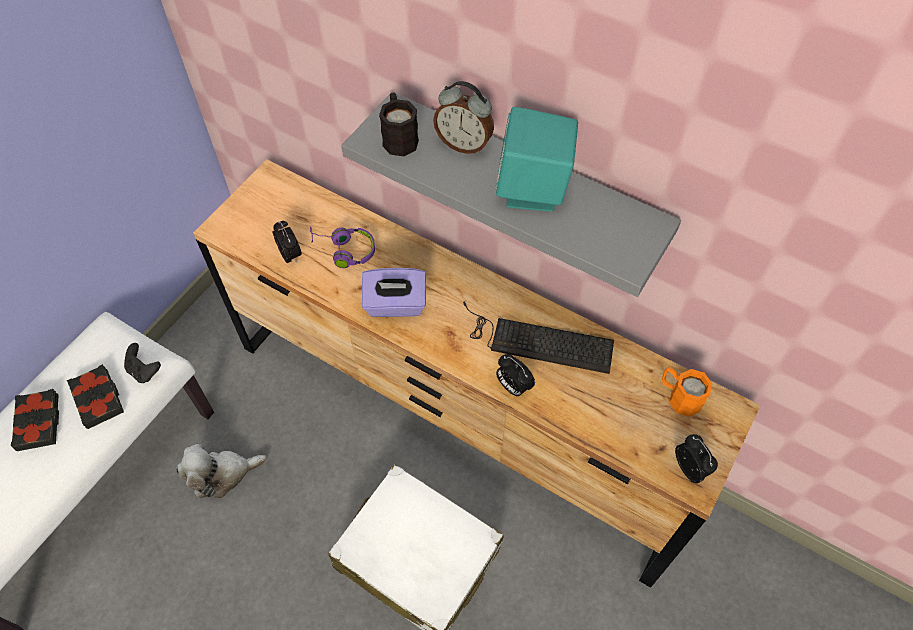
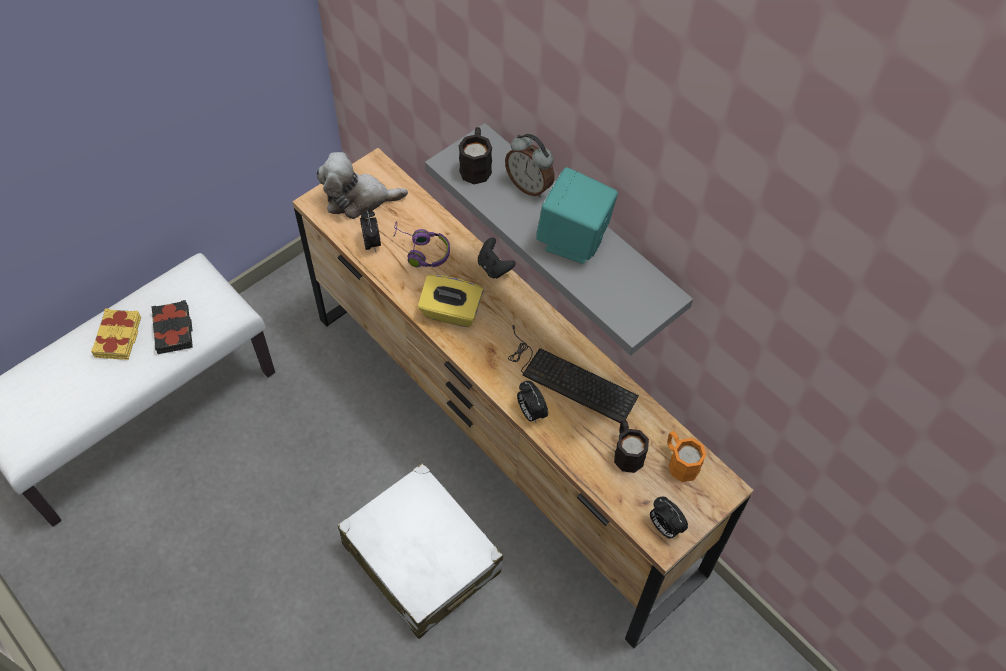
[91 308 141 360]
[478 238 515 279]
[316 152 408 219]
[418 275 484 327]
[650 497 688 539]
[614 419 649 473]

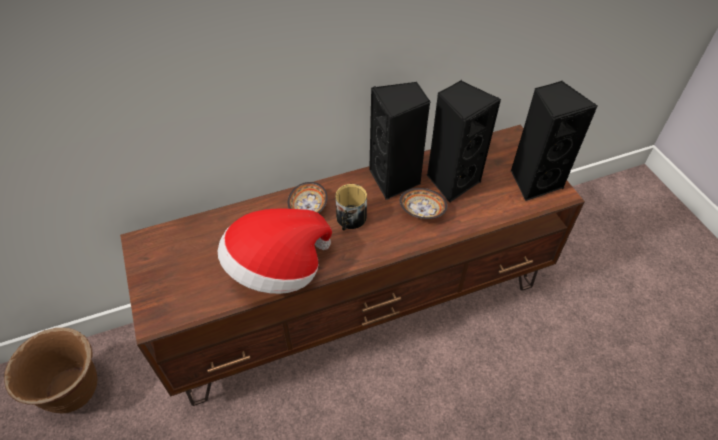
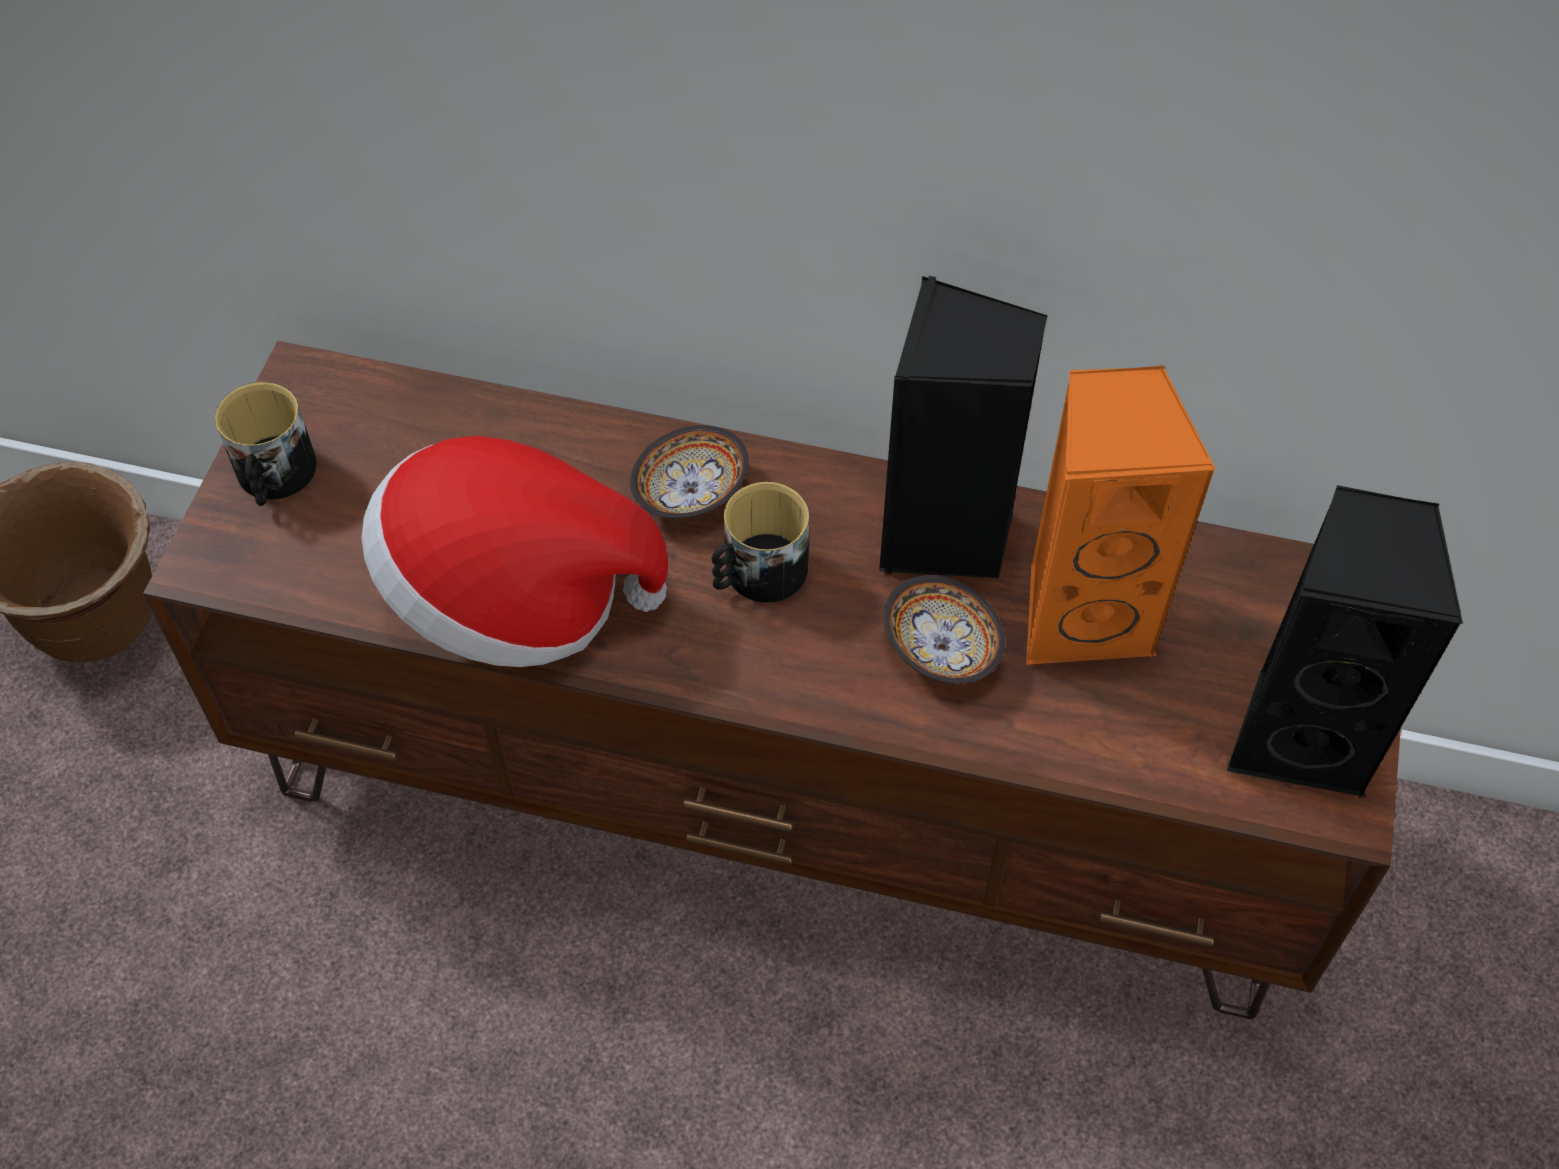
[1026 365 1216 665]
[215 382 317 506]

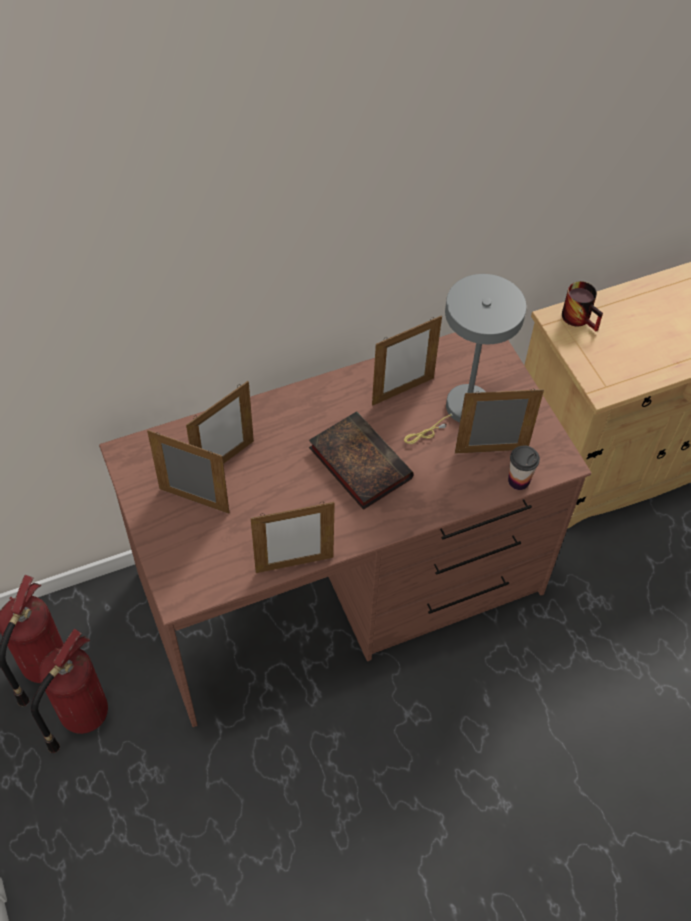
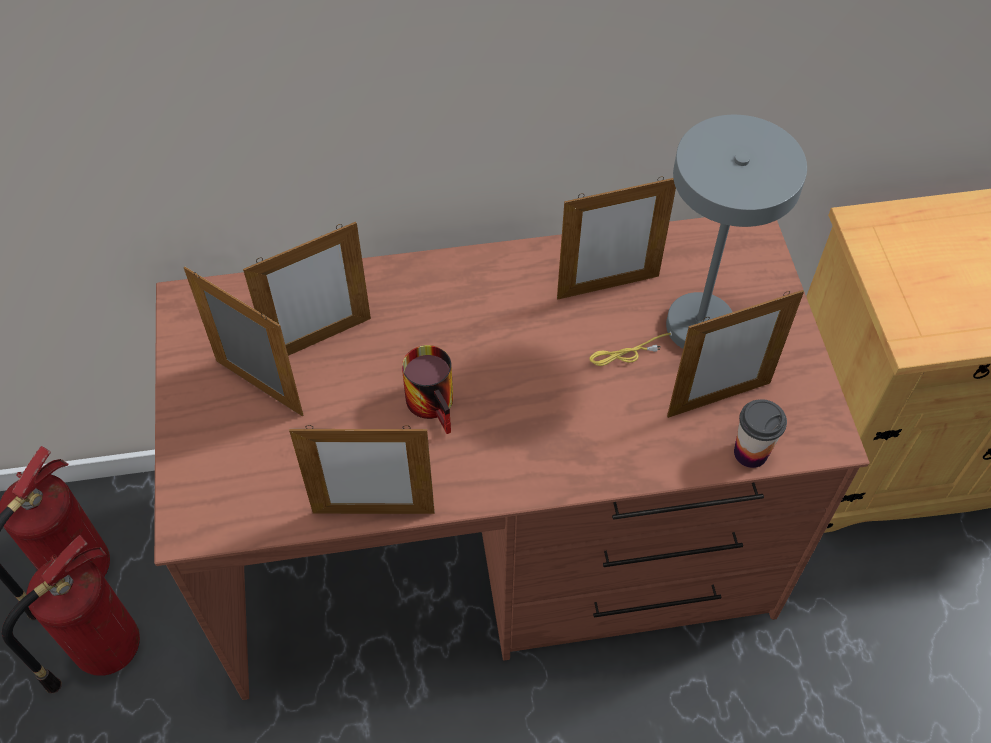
[309 411 414 510] (first image)
[667 290 804 418]
[402 345 453 434]

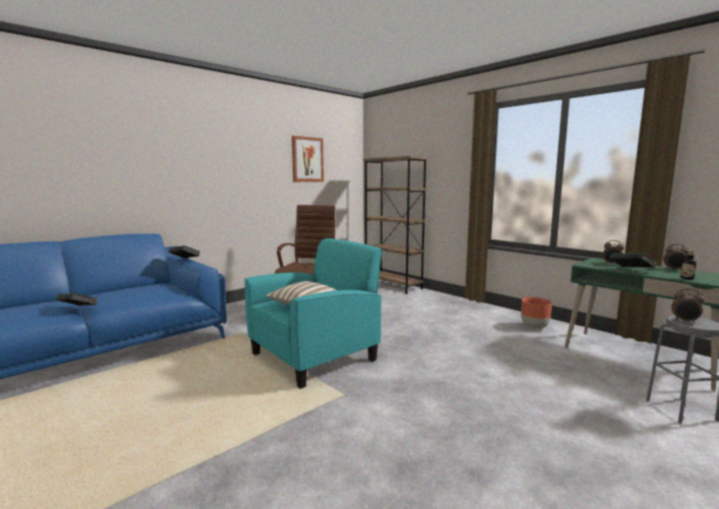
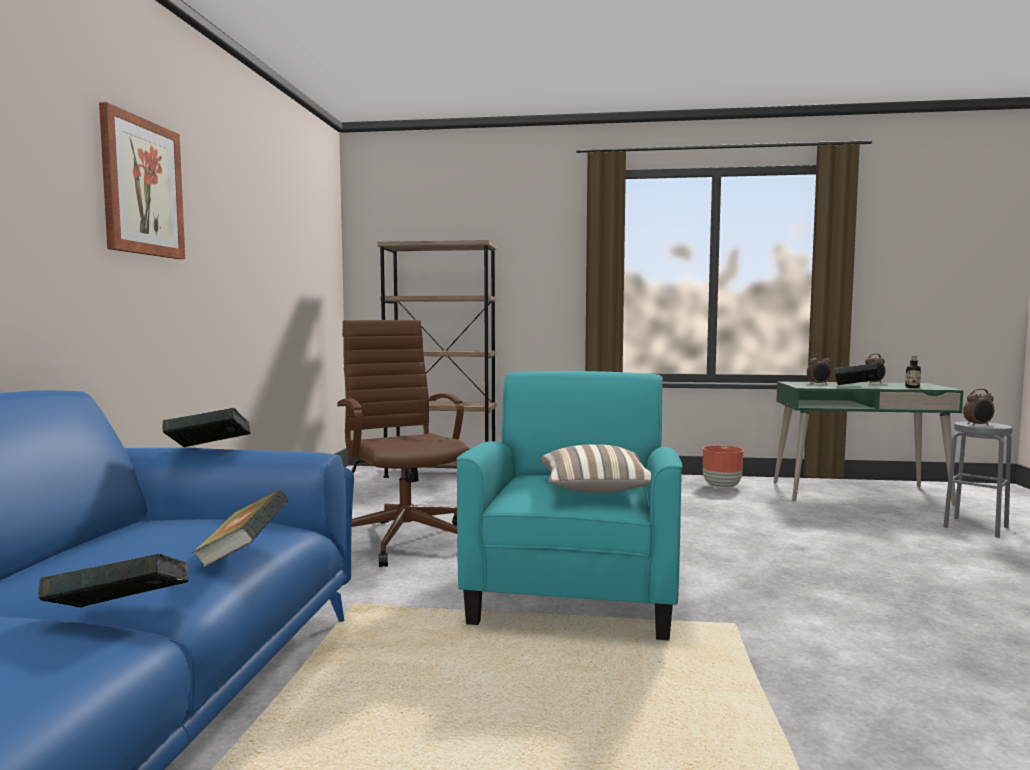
[99 102 185 259]
[192 490 288 568]

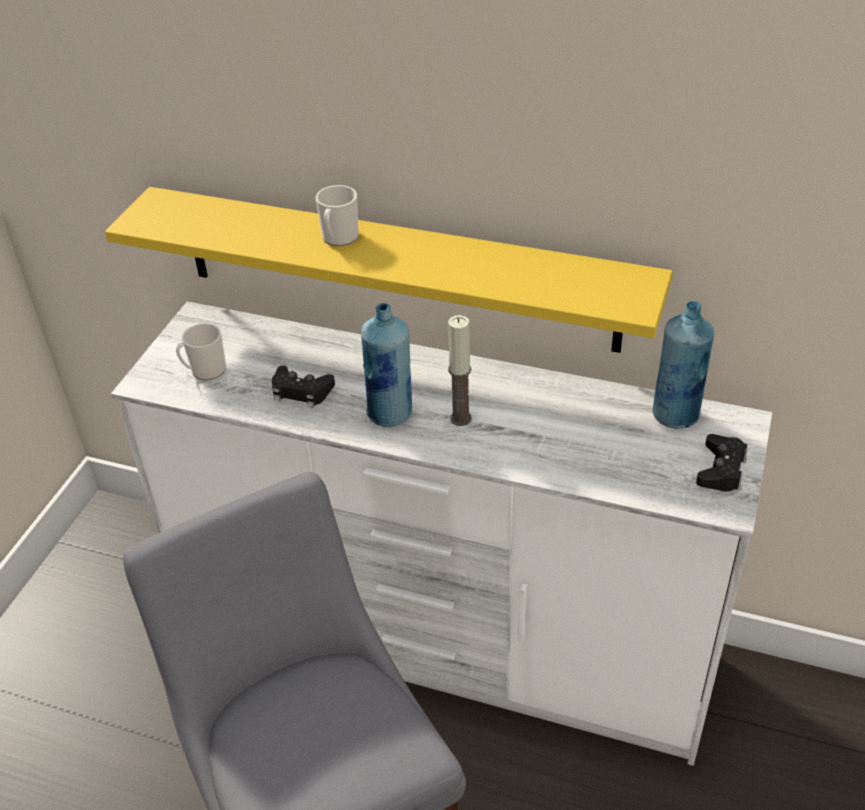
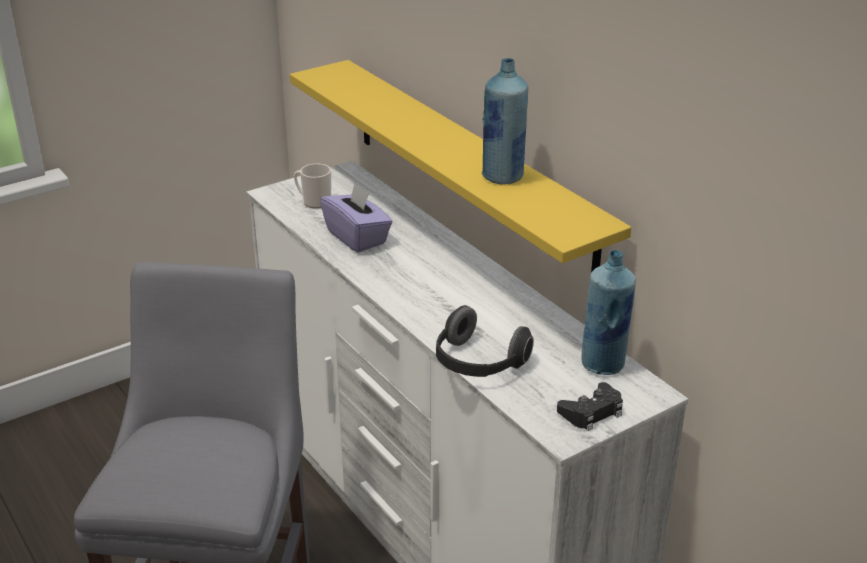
[320 183 392 253]
[316 185 359 246] (first image)
[482 58 528 184]
[448 315 472 426] (first image)
[436 305 534 377]

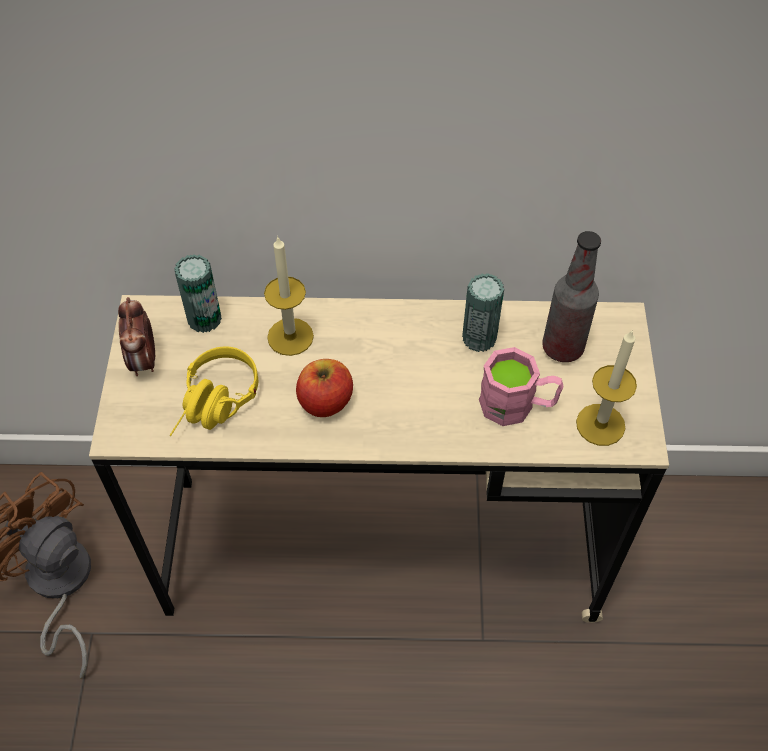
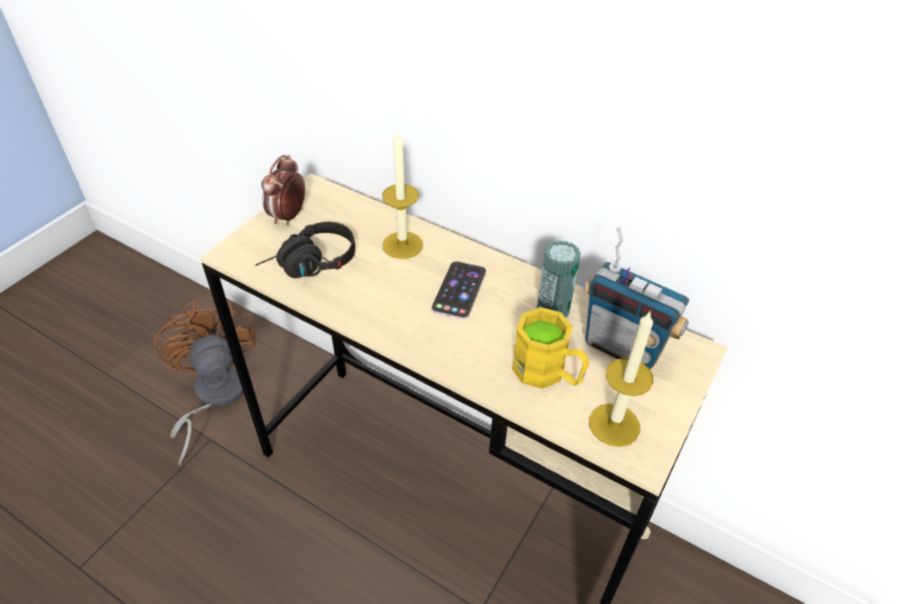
[255 222 355 278]
[174 254 222 333] (first image)
[296 359 353 417] (first image)
[512 307 589 389]
[584 227 689 369]
[431 261 486 320]

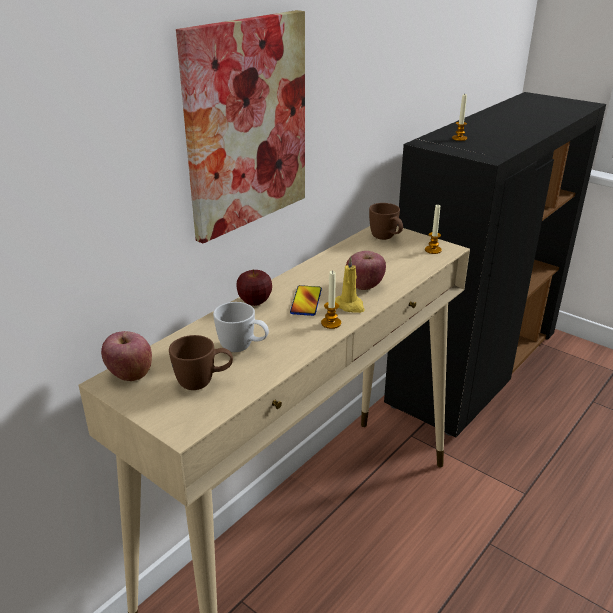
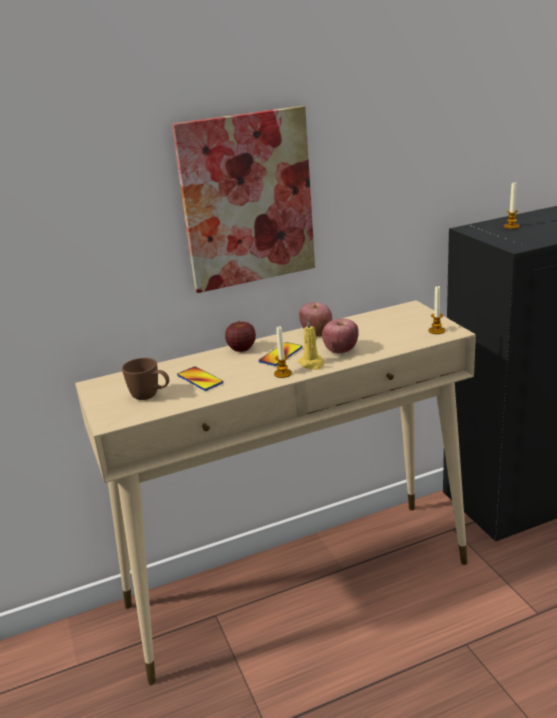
[299 302 332 337]
[177 367 223 391]
[369 203 403 240] (first image)

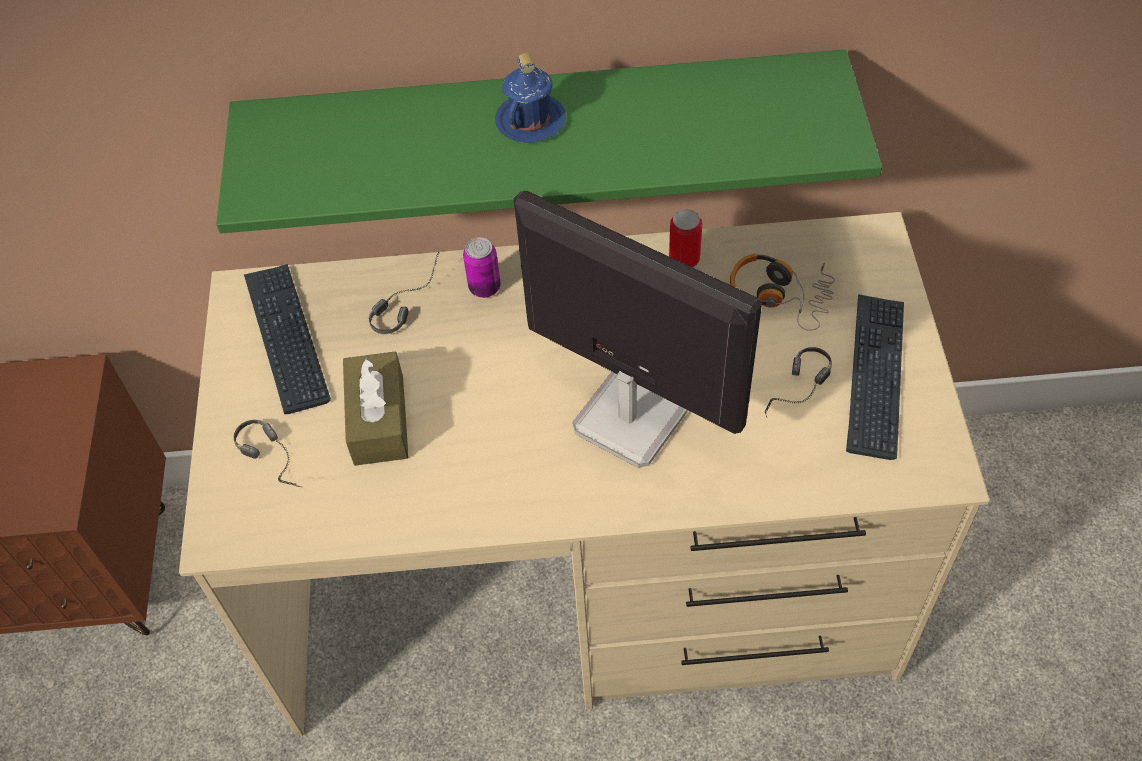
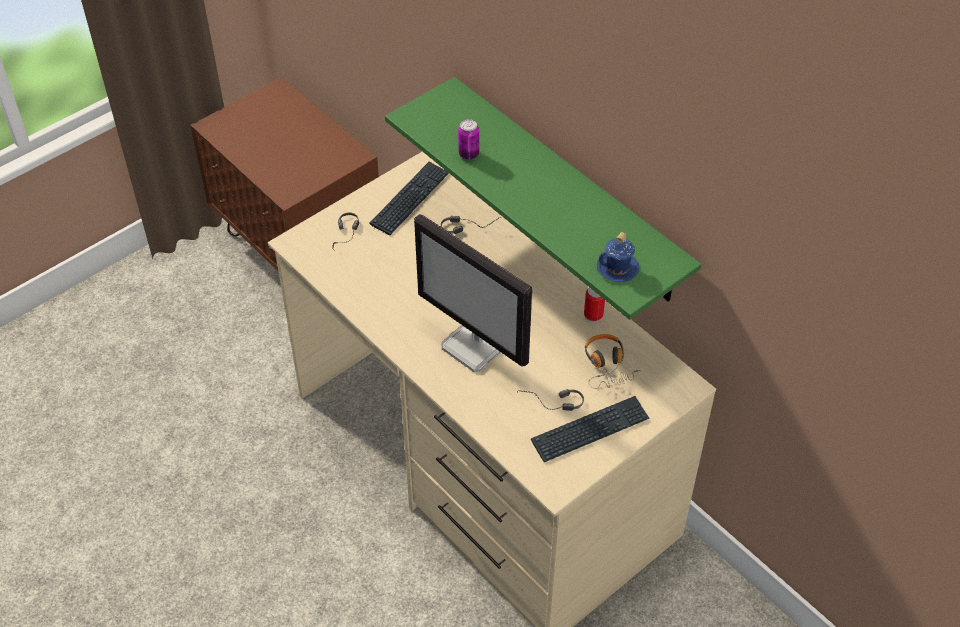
[343 351 409 466] (first image)
[458 119 479 160]
[597 232 639 282]
[414 214 532 372]

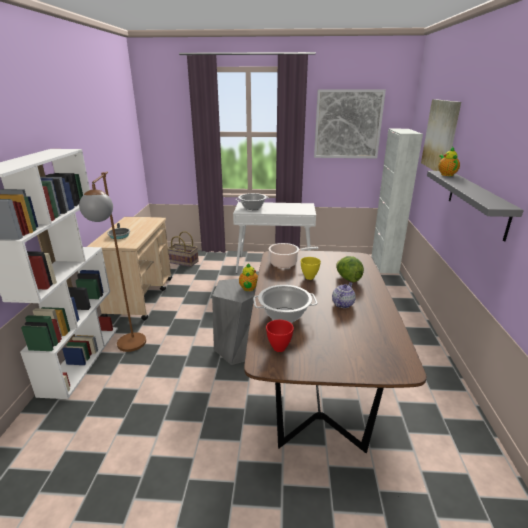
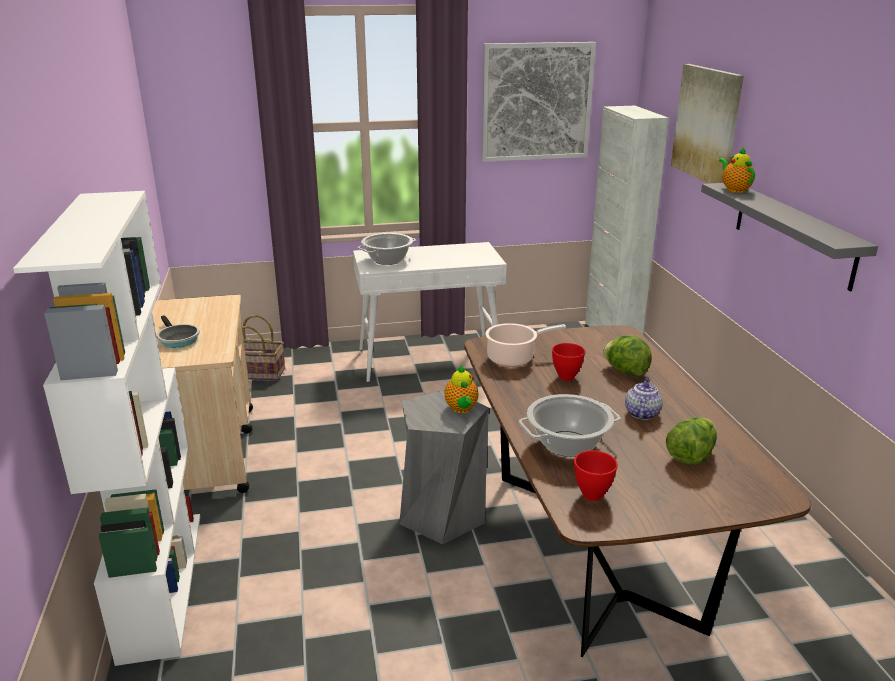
[79 172 146 352] (first image)
[552 343 585 381]
[666 417 717 466]

